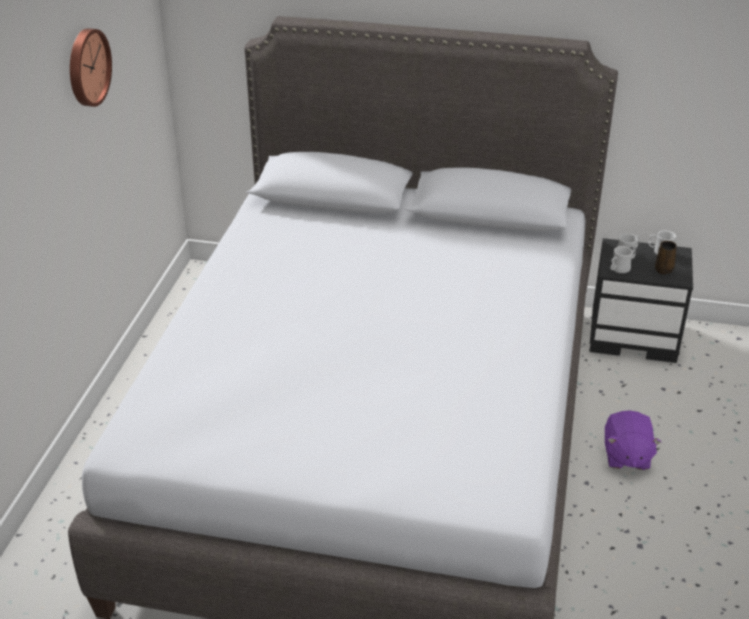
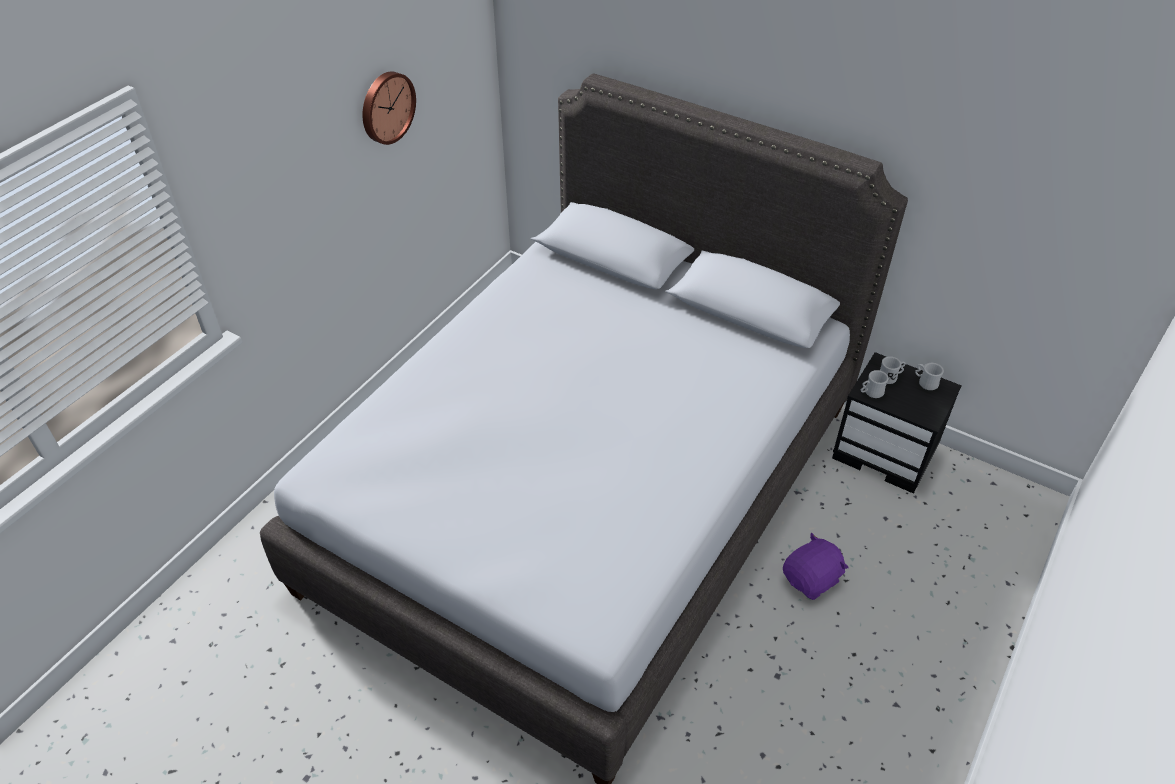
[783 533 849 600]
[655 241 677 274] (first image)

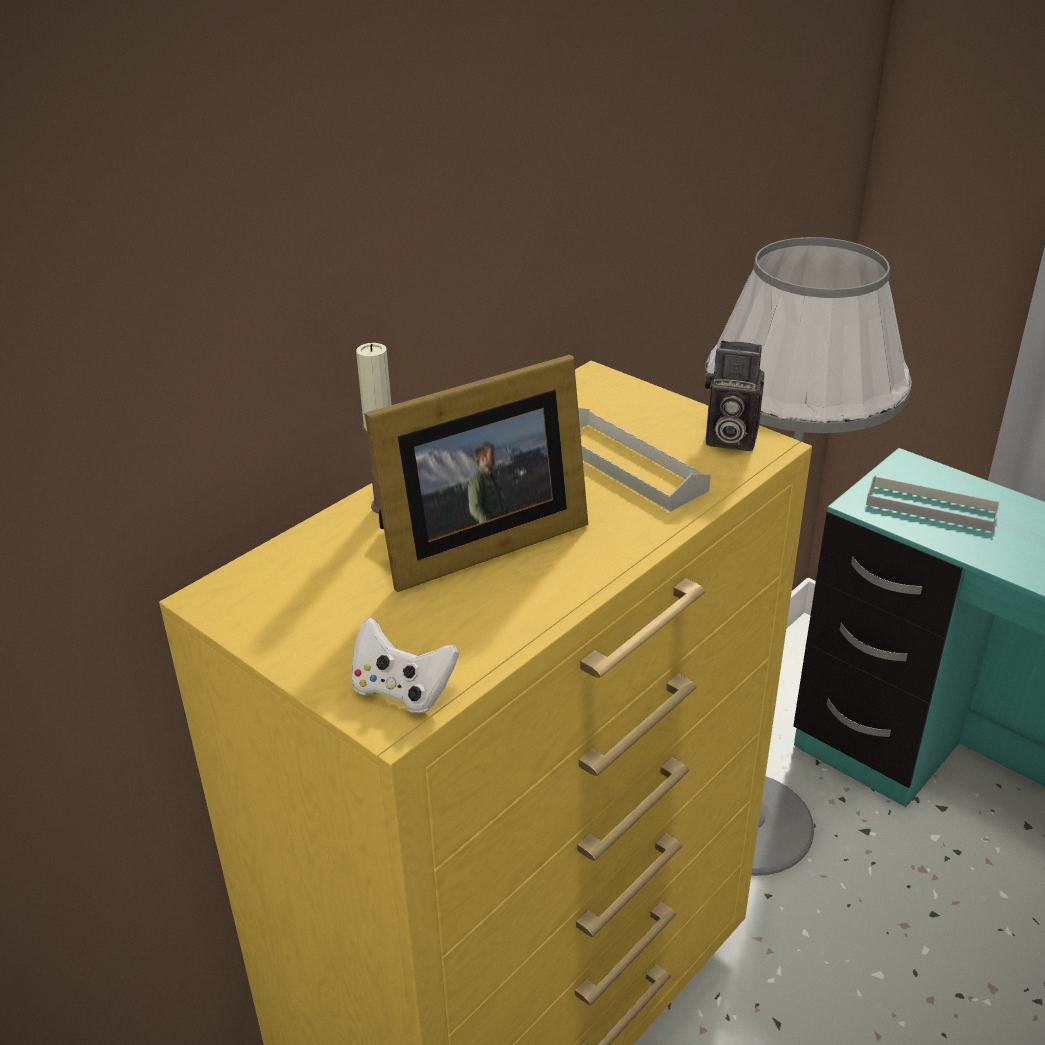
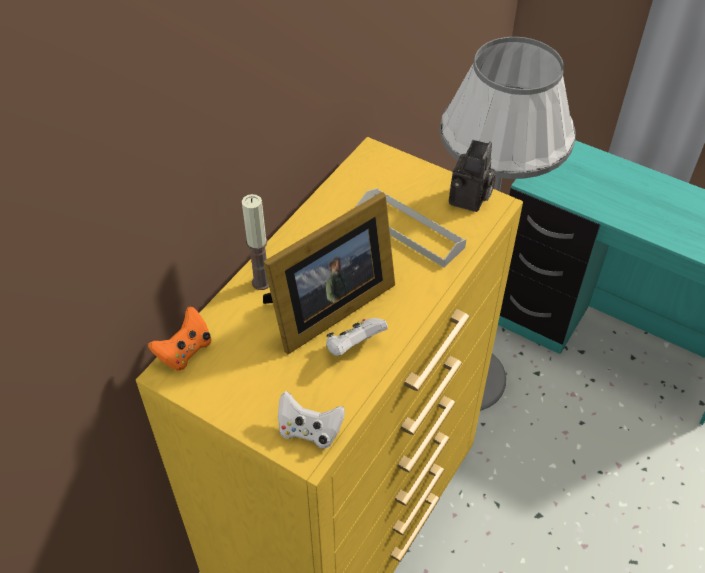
[449 140 495 212]
[866 475 1000 532] (first image)
[148 307 211 371]
[326 318 388 356]

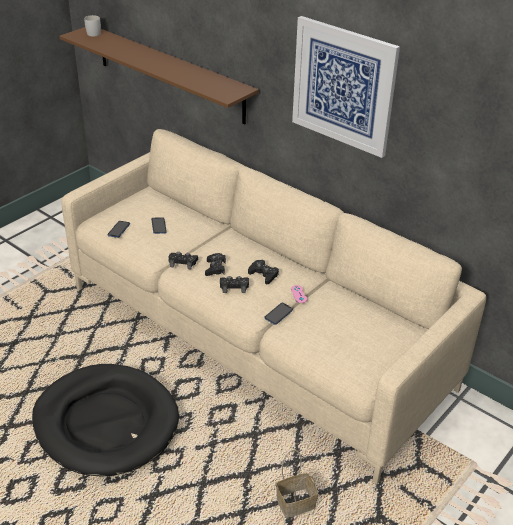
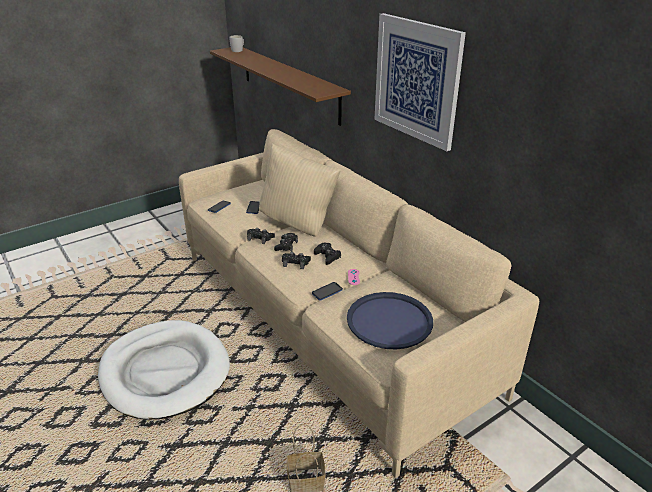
[98 320 230 420]
[259 143 341 237]
[347 292 433 349]

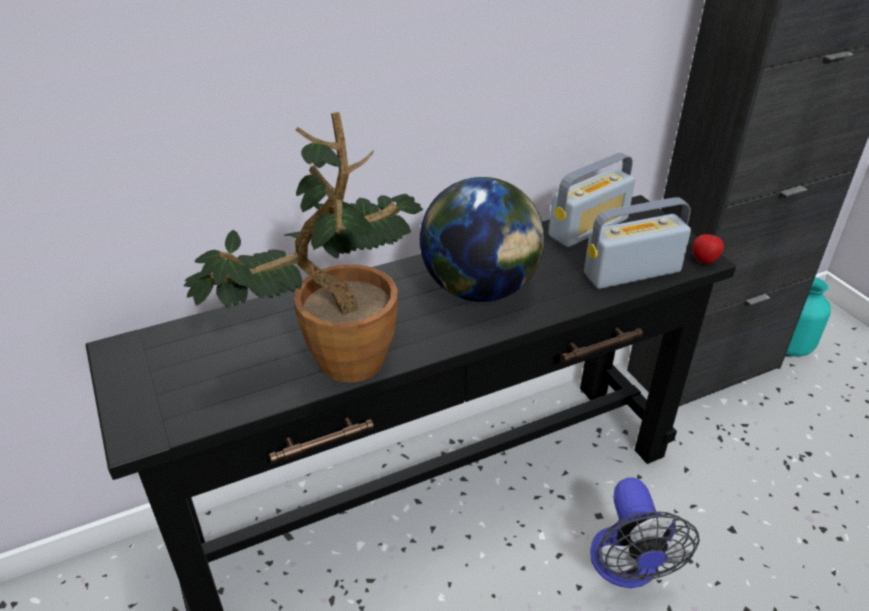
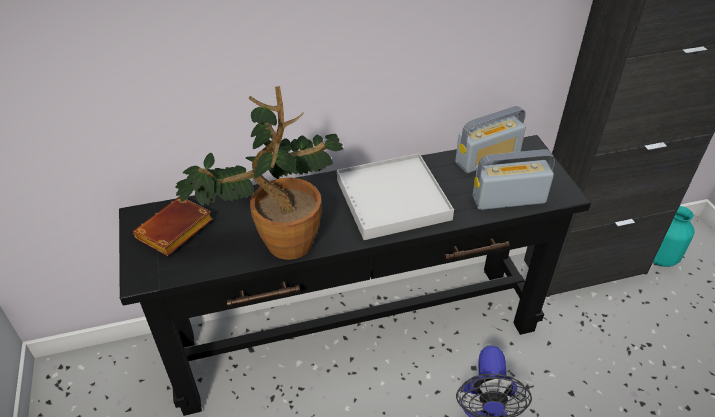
[337 153 454 240]
[692 234 724 264] (first image)
[133 196 213 256]

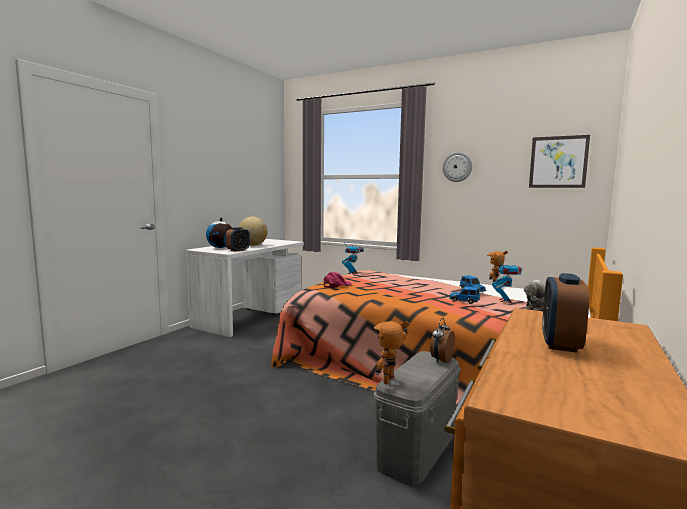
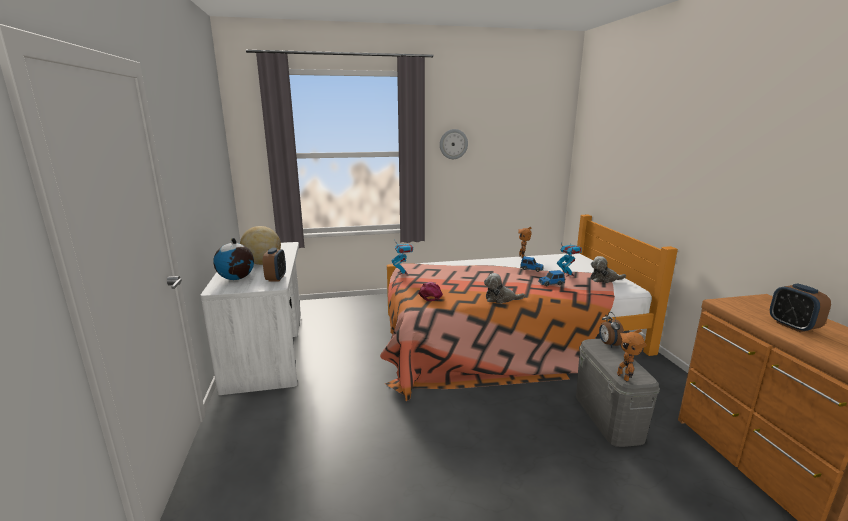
[529 135 590 188] (first image)
[484 273 525 304]

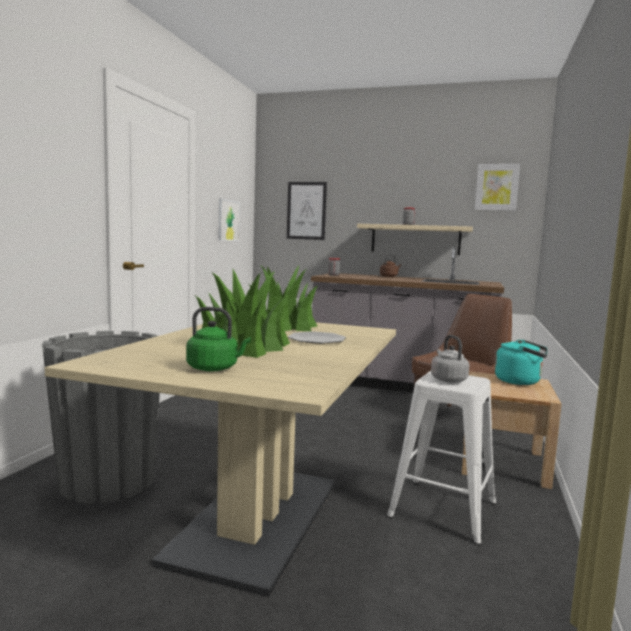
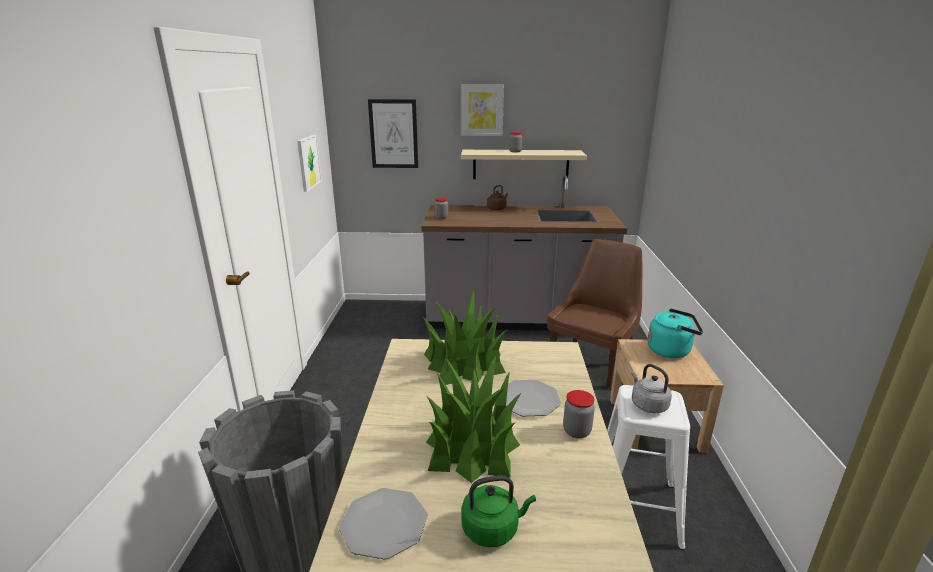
[461 85 504 136]
[339 488 428 559]
[563 390 595 438]

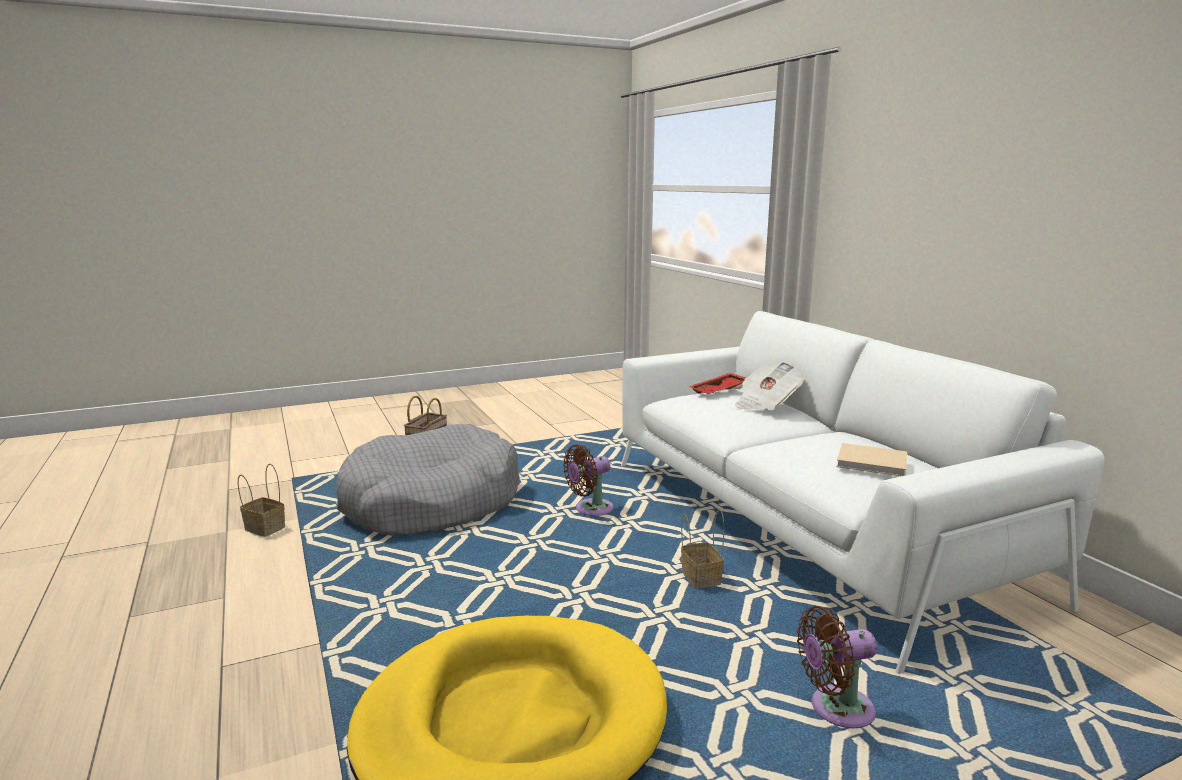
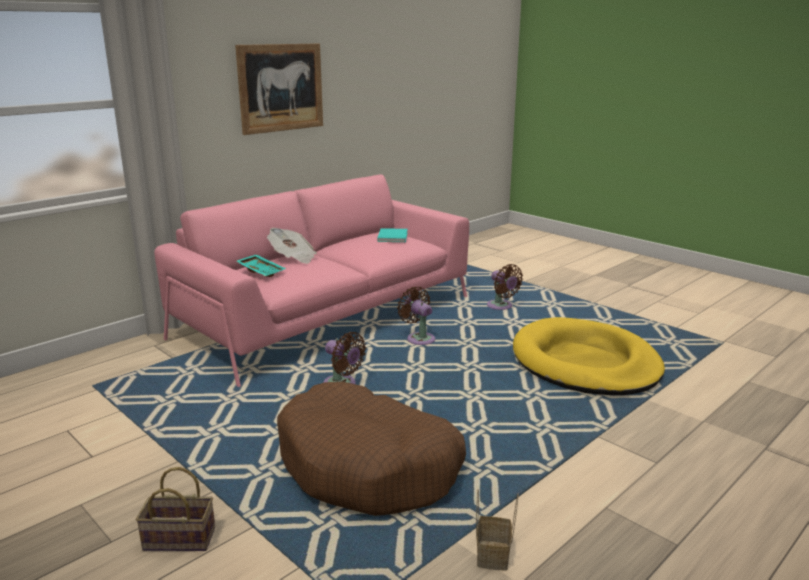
[277 382 466 516]
[154 175 469 387]
[397 287 435 345]
[236 254 286 277]
[377 228 408 242]
[235 43 323 135]

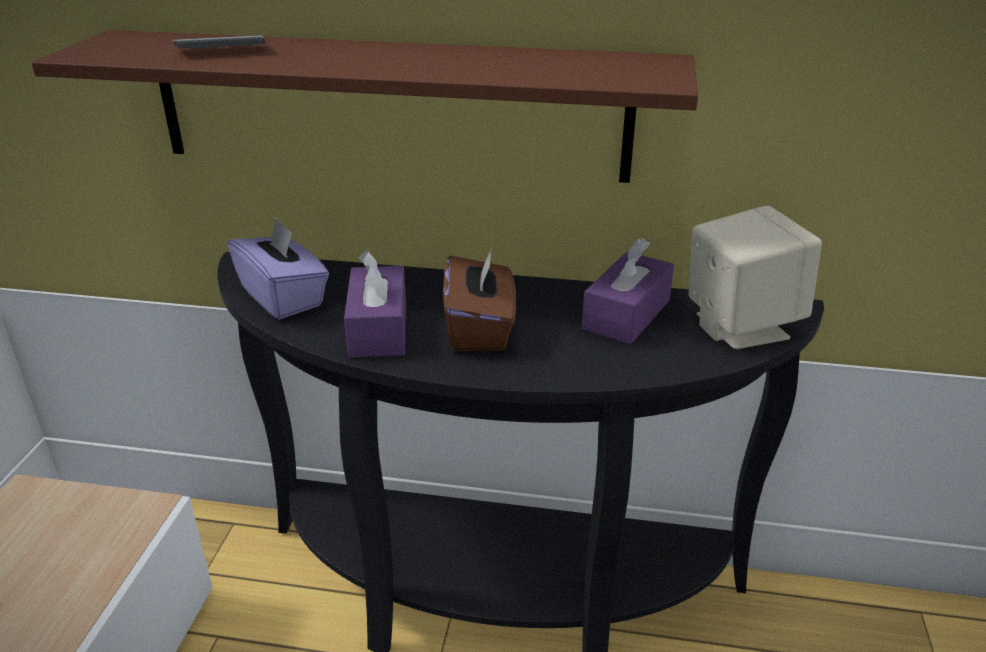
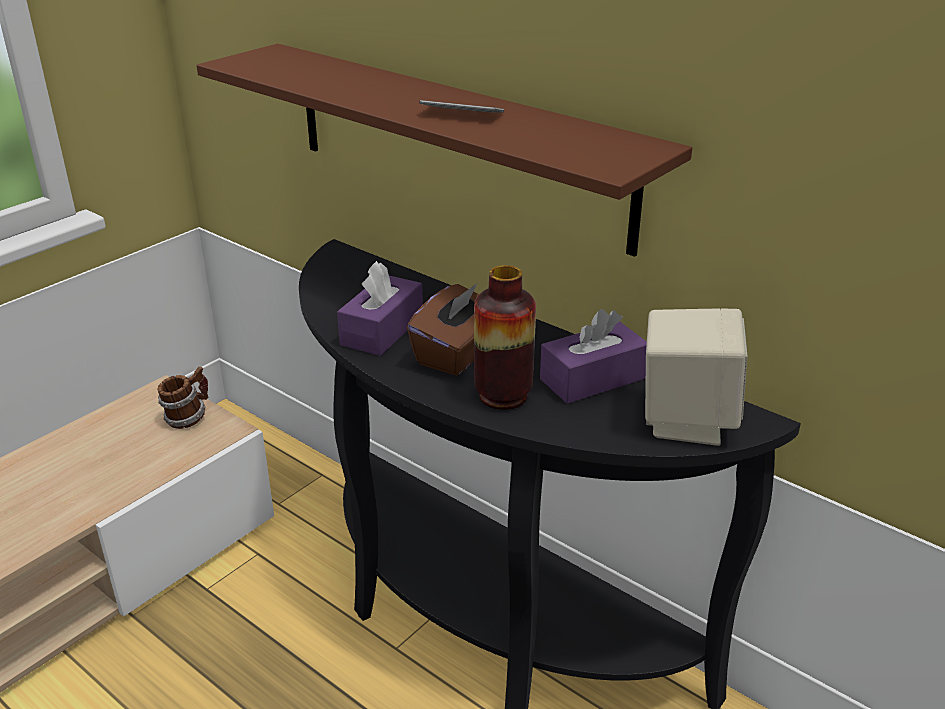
[419 100 504 113]
[228 217 329 320] (first image)
[157 367 208 429]
[474 265 536 410]

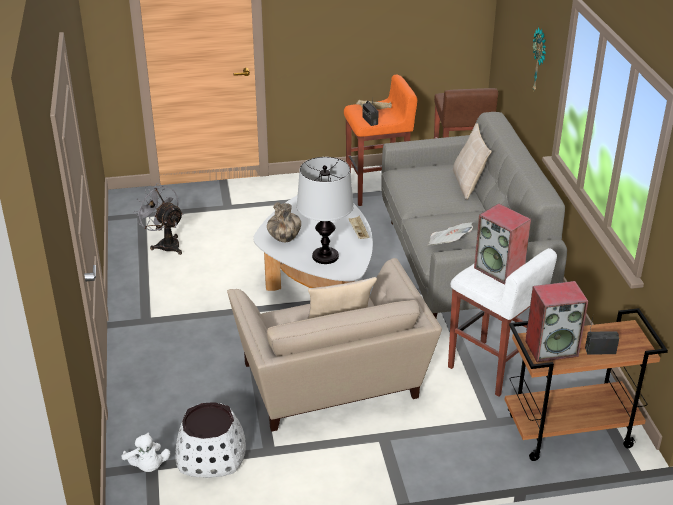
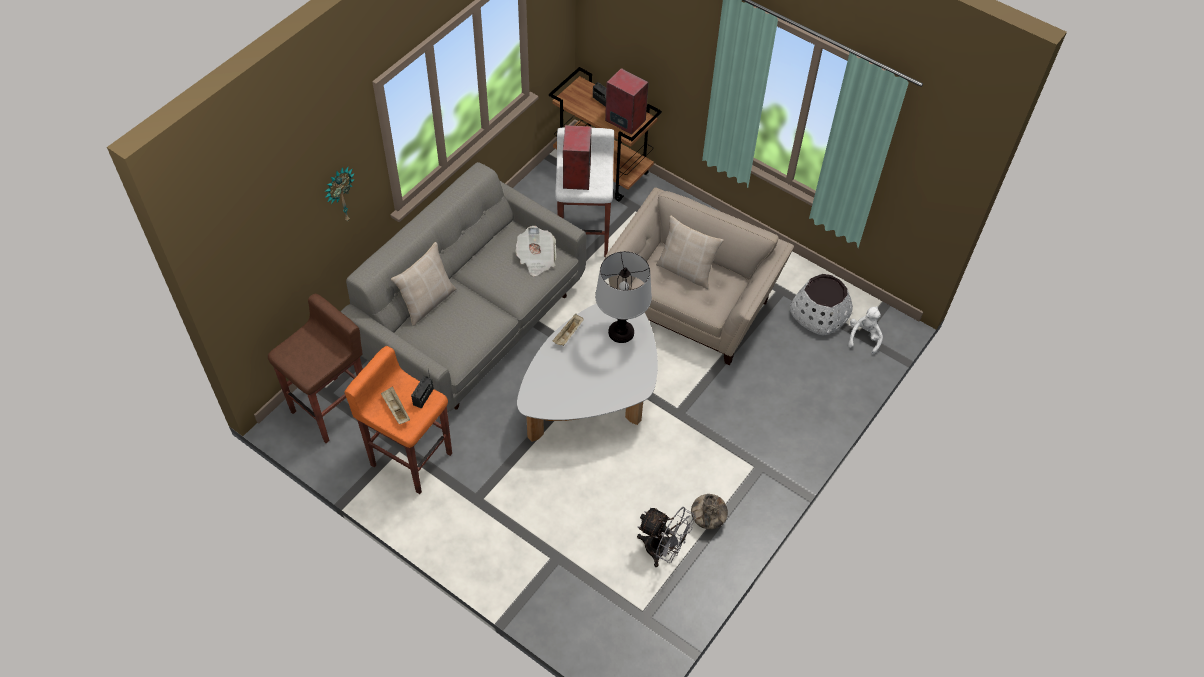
[637 507 696 567]
[691 494 728 529]

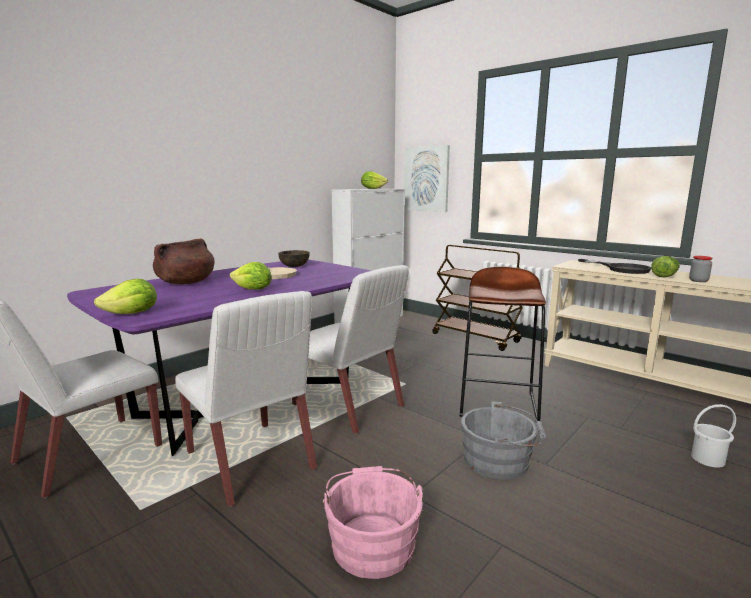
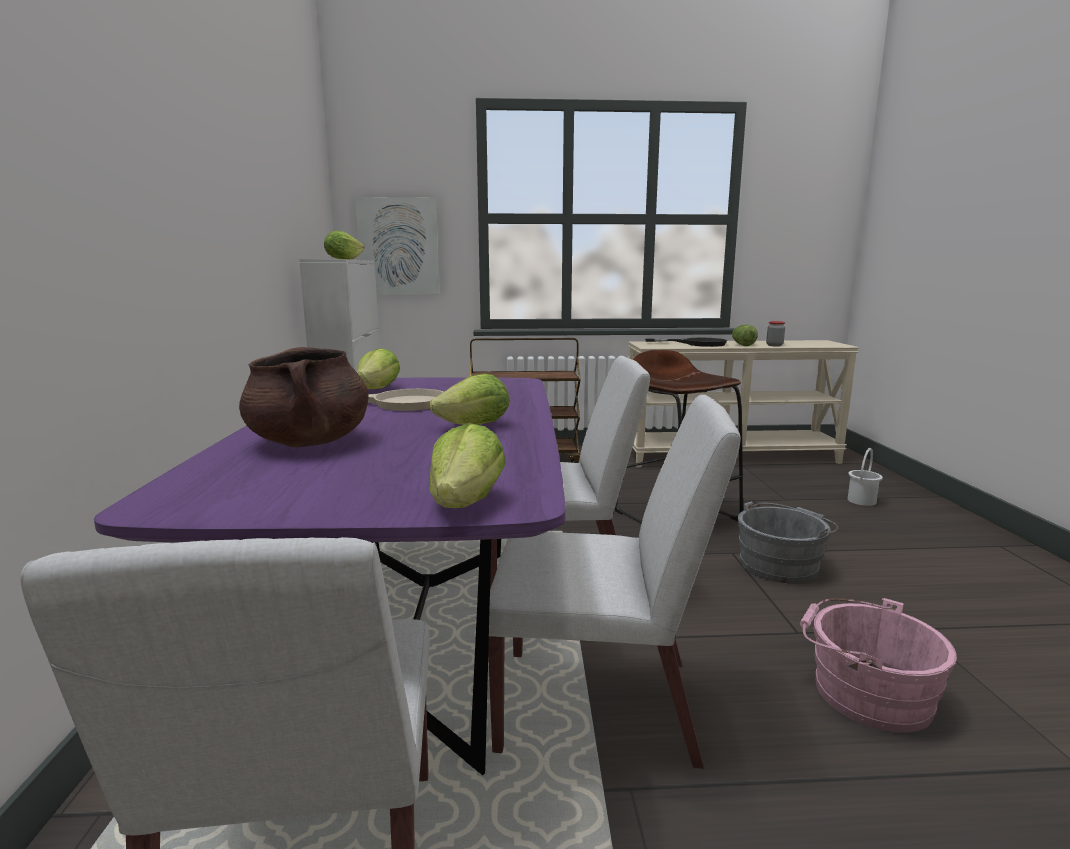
[357 348 400 389]

